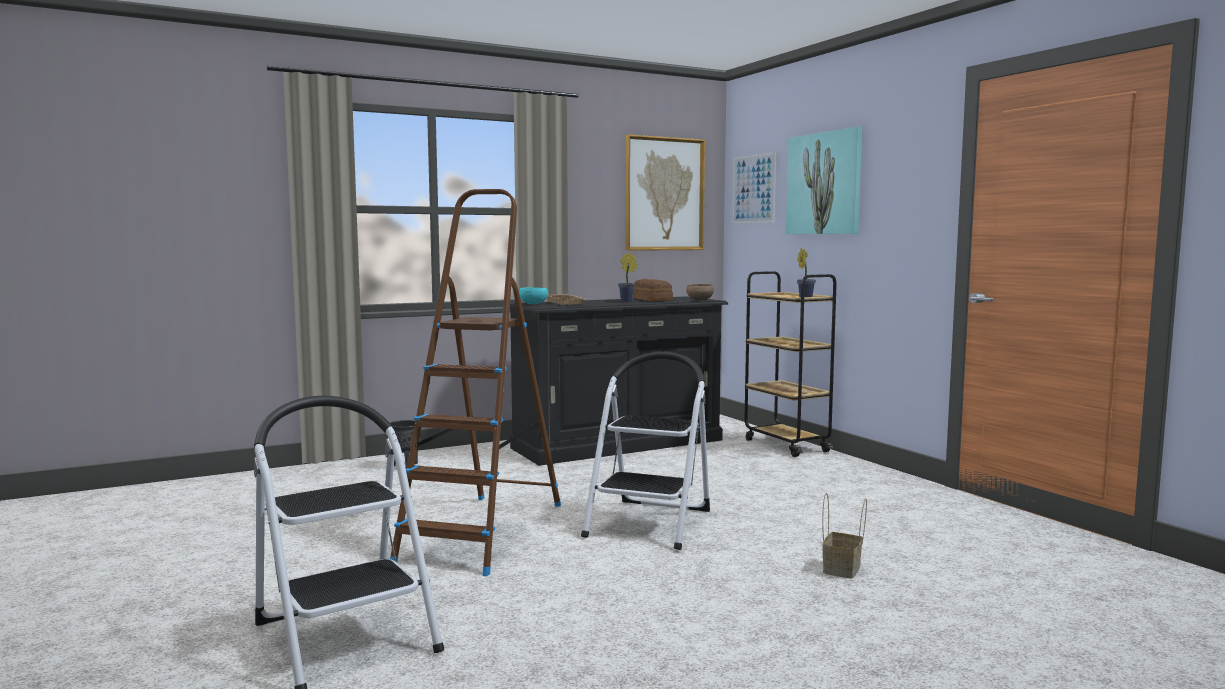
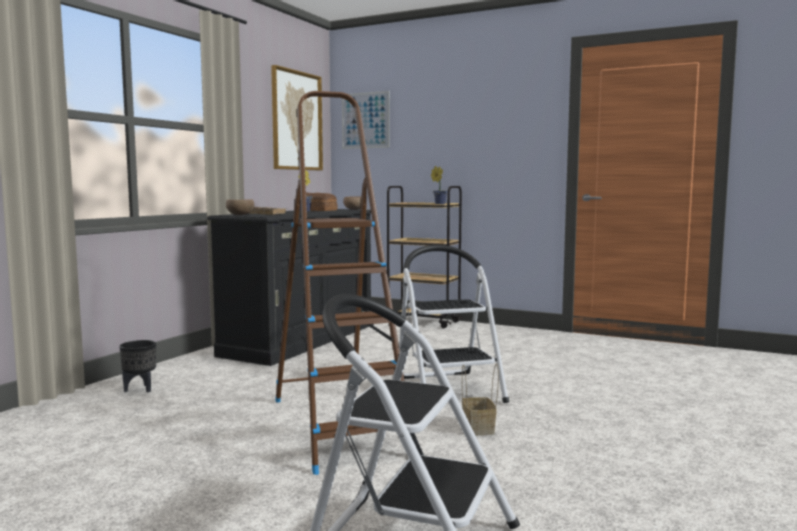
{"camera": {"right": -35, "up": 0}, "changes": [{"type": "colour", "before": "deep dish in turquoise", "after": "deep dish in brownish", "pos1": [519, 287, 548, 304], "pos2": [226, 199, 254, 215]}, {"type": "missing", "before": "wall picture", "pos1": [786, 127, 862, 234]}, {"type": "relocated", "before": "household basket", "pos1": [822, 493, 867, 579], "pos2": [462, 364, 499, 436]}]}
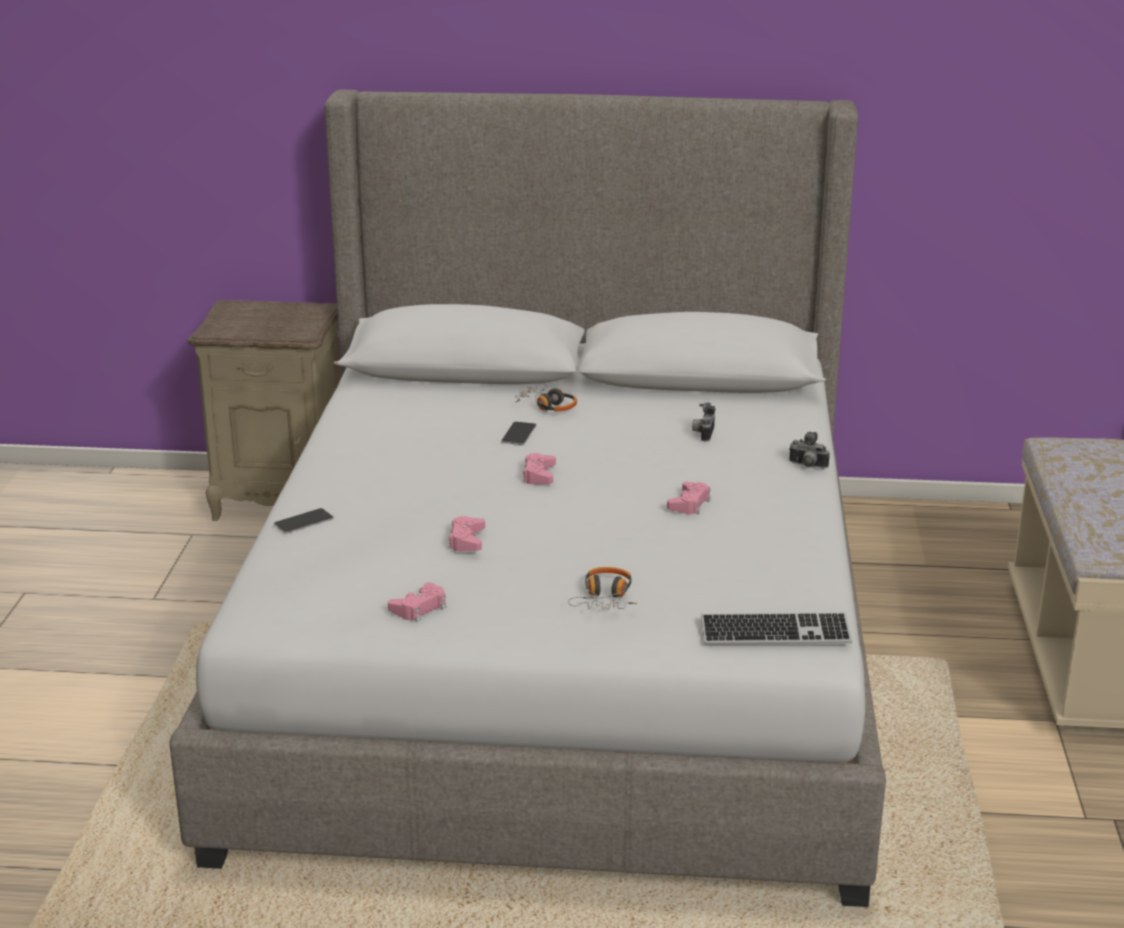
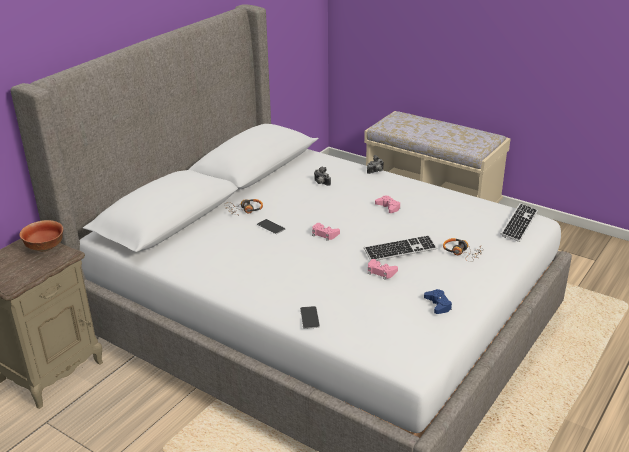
{"camera": {"right": -60, "up": 5}, "changes": [{"type": "colour", "before": "gamepad in pink-coloured", "after": "gamepad in bluish", "pos1": [388, 582, 446, 622], "pos2": [424, 289, 452, 314]}, {"type": "appeared", "after": "deep dish", "pos2": [19, 220, 63, 252]}, {"type": "appeared", "after": "PC keyboard", "pos2": [364, 235, 437, 261]}]}
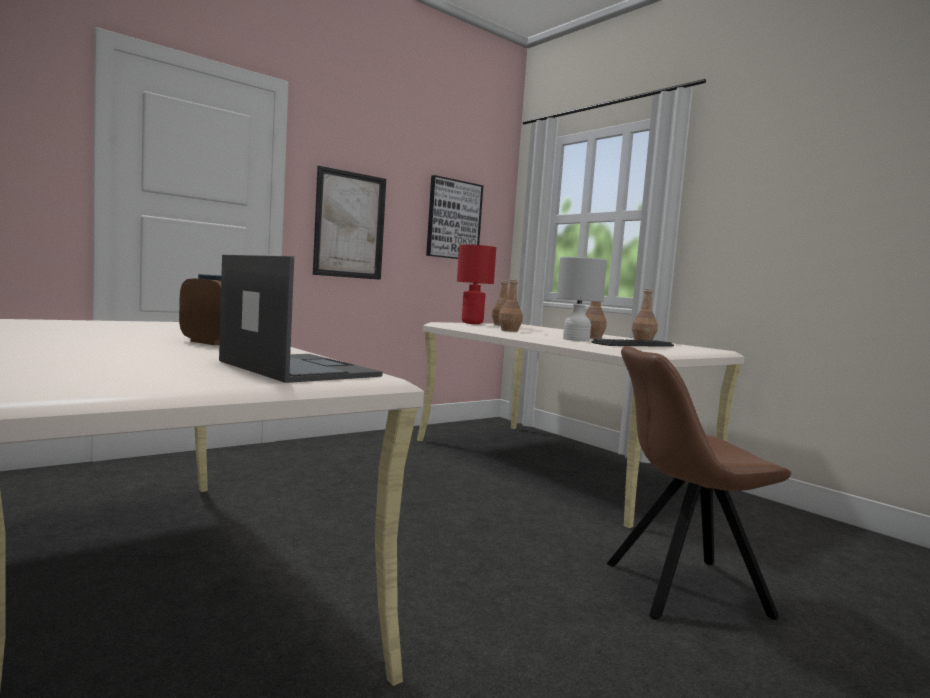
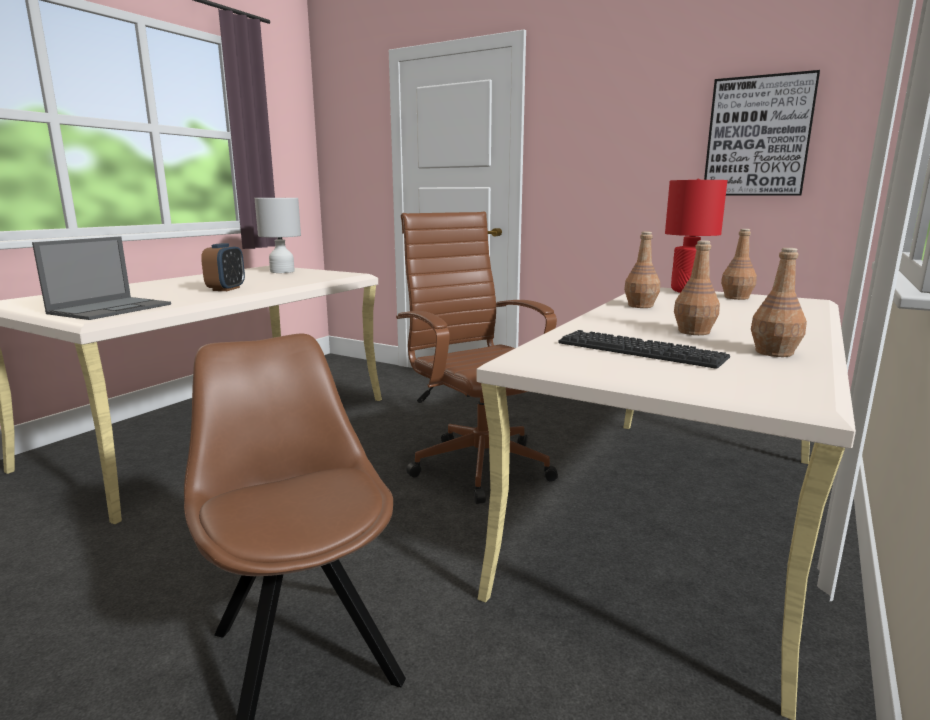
{"camera": {"right": 70, "up": 10}, "changes": [{"type": "missing", "before": "wall picture", "pos1": [313, 166, 386, 280]}, {"type": "relocated", "before": "table lamp in grey", "pos1": [557, 257, 607, 341], "pos2": [255, 198, 301, 273]}, {"type": "appeared", "after": "desk chair in brownish", "pos2": [396, 212, 558, 504]}]}
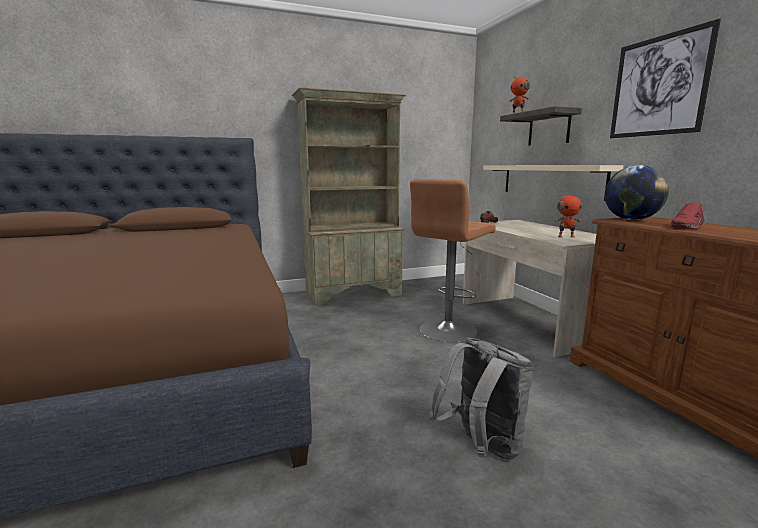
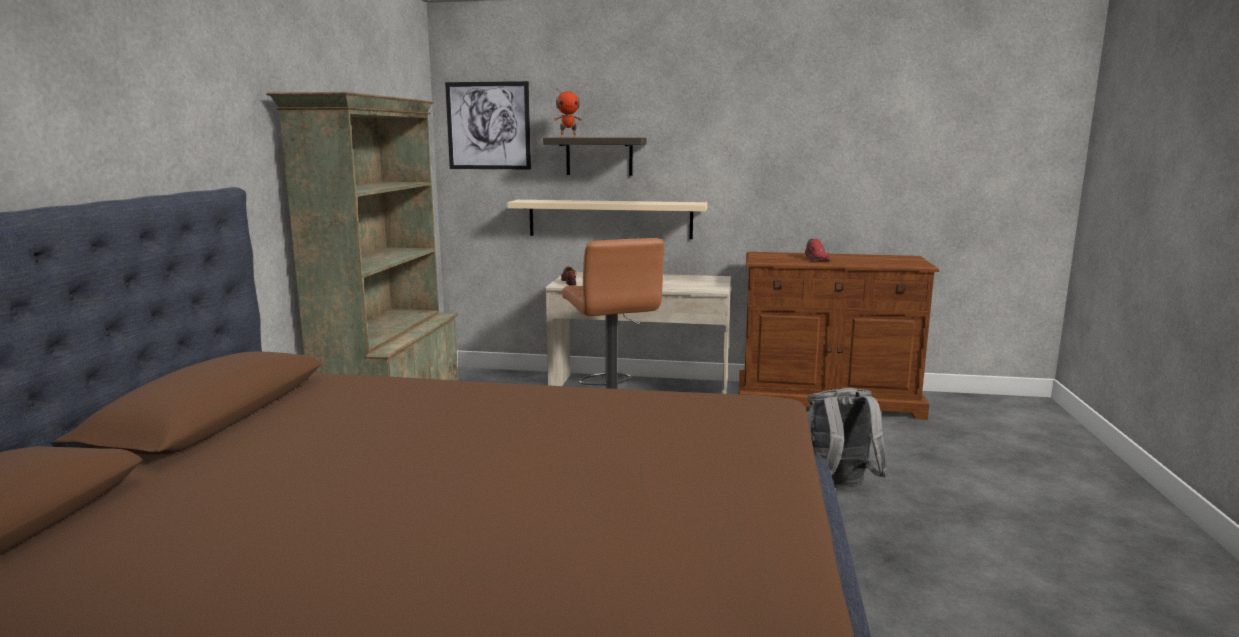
{"camera": {"right": -60, "up": 0}, "changes": [{"type": "missing", "before": "model robot", "pos1": [554, 193, 582, 238]}, {"type": "missing", "before": "globe", "pos1": [605, 165, 669, 220]}, {"type": "relocated", "before": "wall picture", "pos1": [610, 19, 721, 138], "pos2": [445, 81, 531, 170]}]}
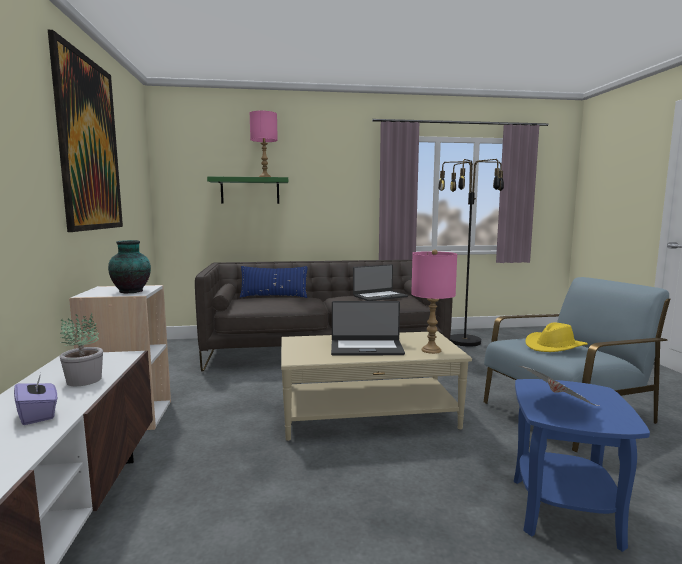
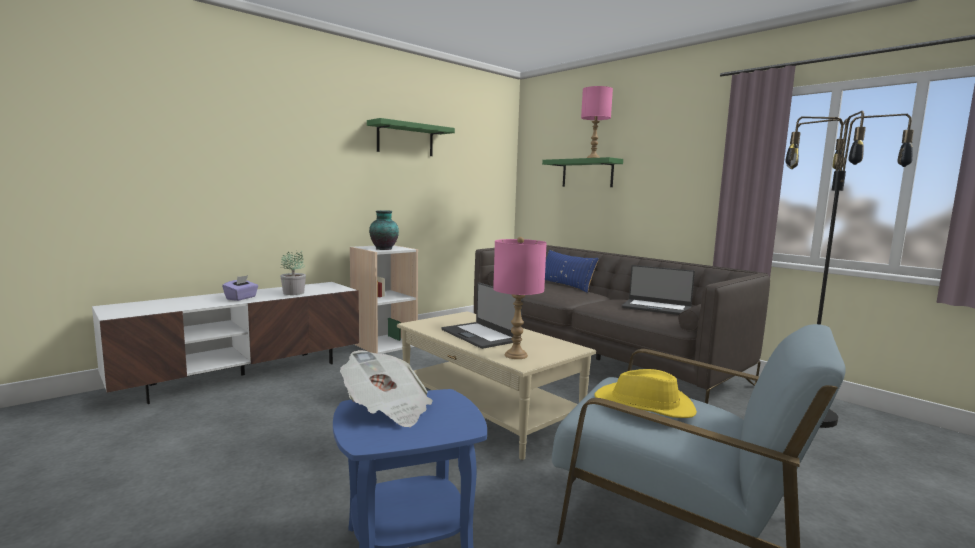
{"camera": {"right": 55, "up": 0}, "changes": [{"type": "exchanged", "before": "wall picture", "after": "shelf in green", "pos1": [48, 30, 123, 232], "pos2": [367, 118, 455, 156]}]}
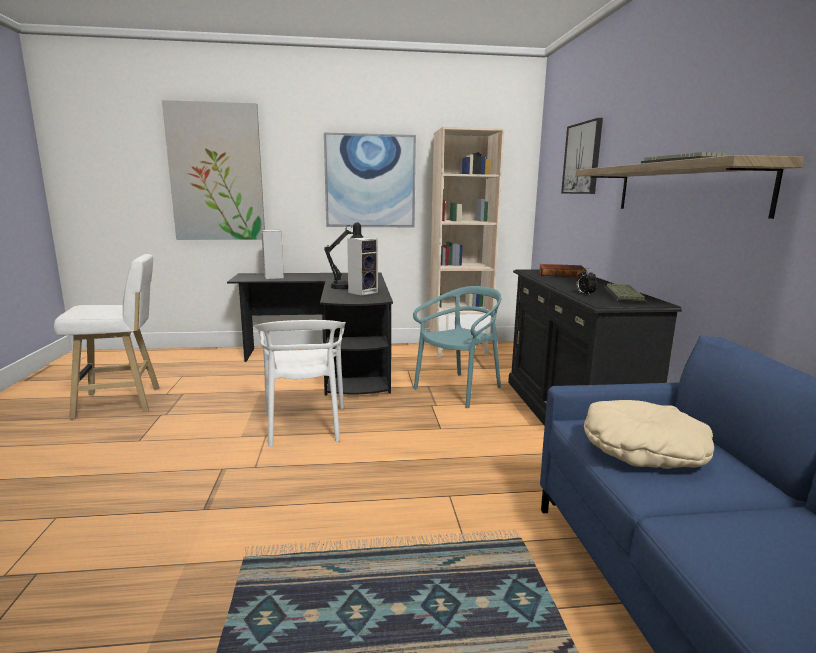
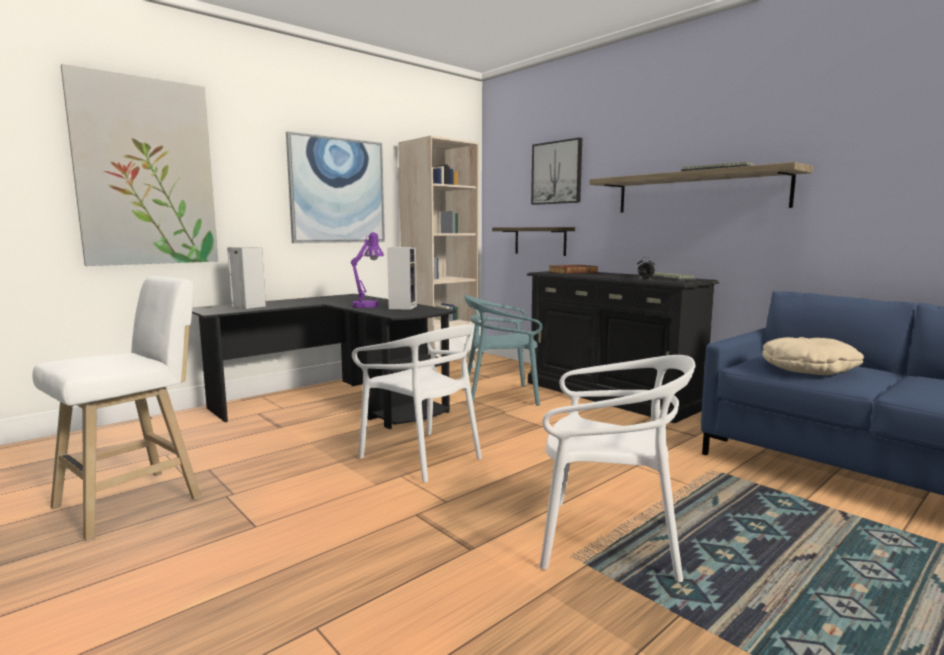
{"camera": {"right": -35, "up": -5}, "changes": [{"type": "colour", "before": "table lamp in blackish", "after": "table lamp in purplish", "pos1": [324, 222, 364, 289], "pos2": [350, 232, 384, 308]}, {"type": "spun", "before": "upright chair in turquoise", "pos1": [413, 286, 501, 408], "pos2": [463, 295, 542, 406], "turn": -105}, {"type": "appeared", "after": "shelf", "pos2": [492, 227, 575, 256]}, {"type": "appeared", "after": "upright chair in white-coloured", "pos2": [539, 355, 695, 582]}]}
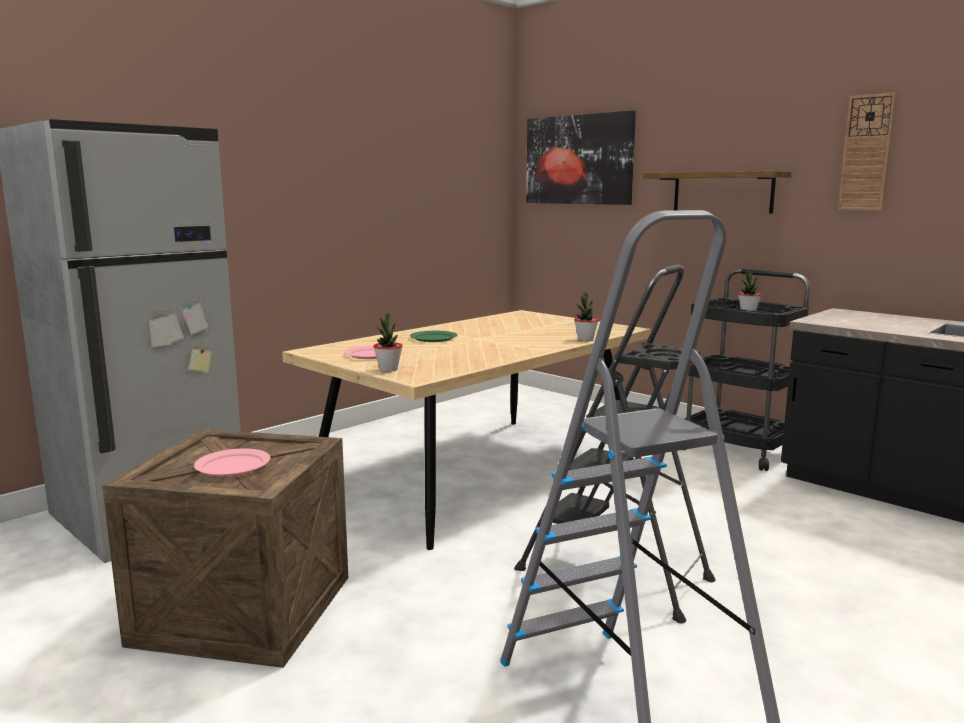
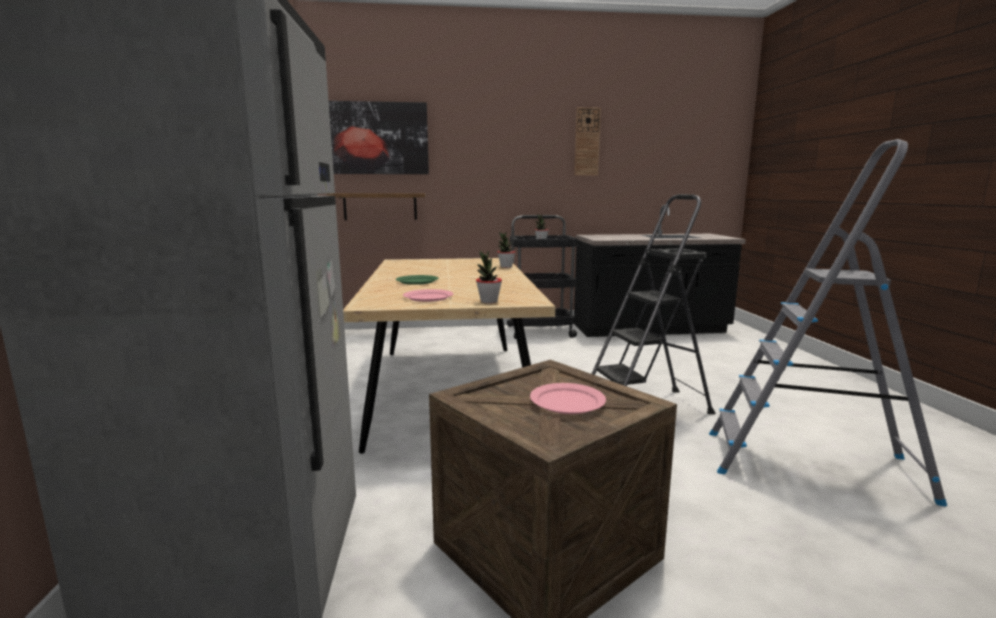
{"camera": {"right": -50, "up": 0}, "changes": [{"type": "relocated", "before": "shelf", "pos1": [643, 171, 792, 213], "pos2": [327, 193, 426, 220]}]}
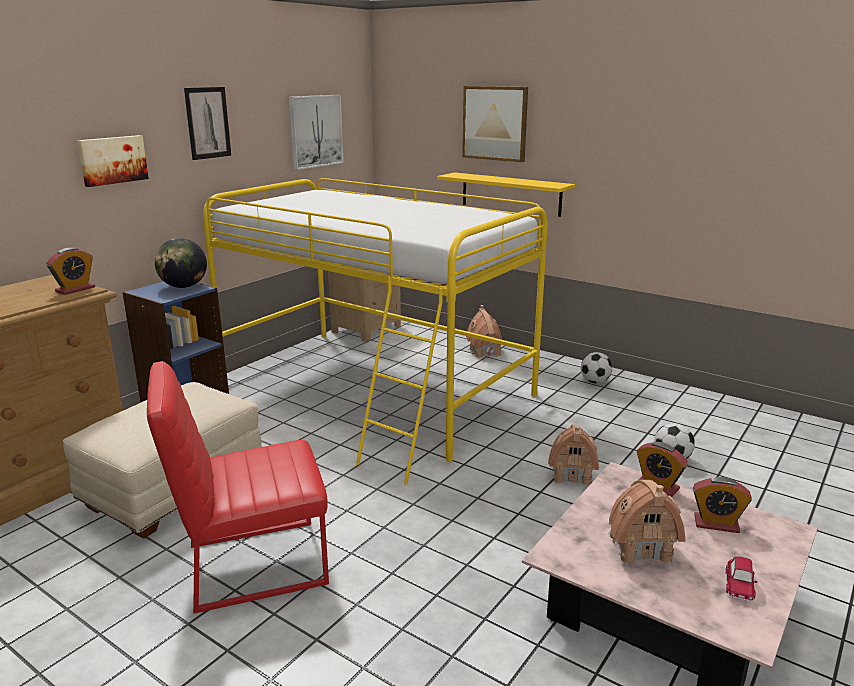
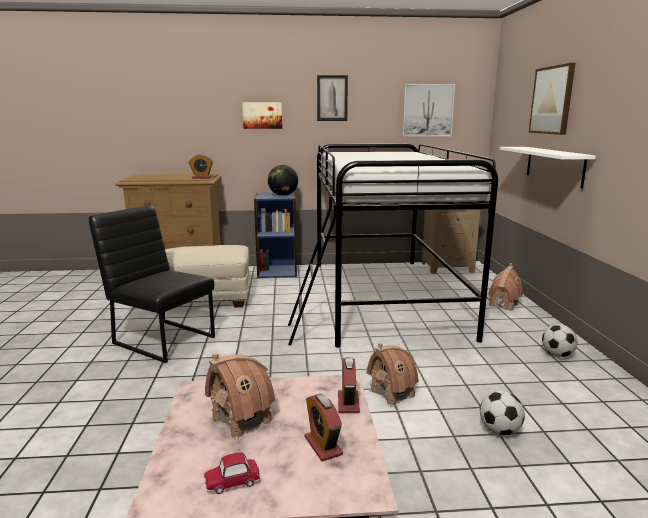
{"camera": {"right": 50, "up": -5}, "changes": [{"type": "colour", "before": "upright chair in red", "after": "upright chair in blackish", "pos1": [147, 361, 329, 614], "pos2": [89, 205, 215, 363]}, {"type": "colour", "before": "bed in yellowish", "after": "bed in blackish", "pos1": [203, 178, 548, 485], "pos2": [288, 144, 498, 348]}, {"type": "colour", "before": "shelf in yellowish", "after": "shelf in white-coloured", "pos1": [437, 172, 575, 217], "pos2": [500, 147, 596, 188]}]}
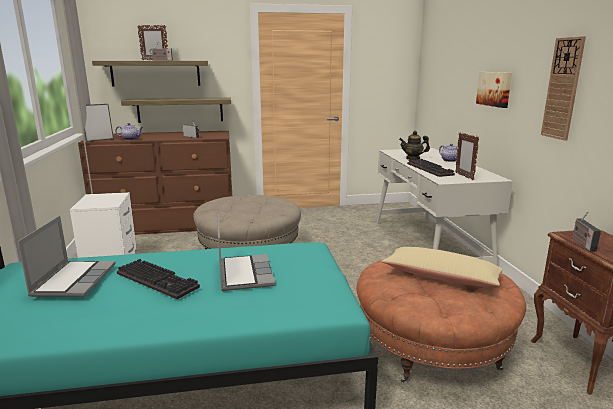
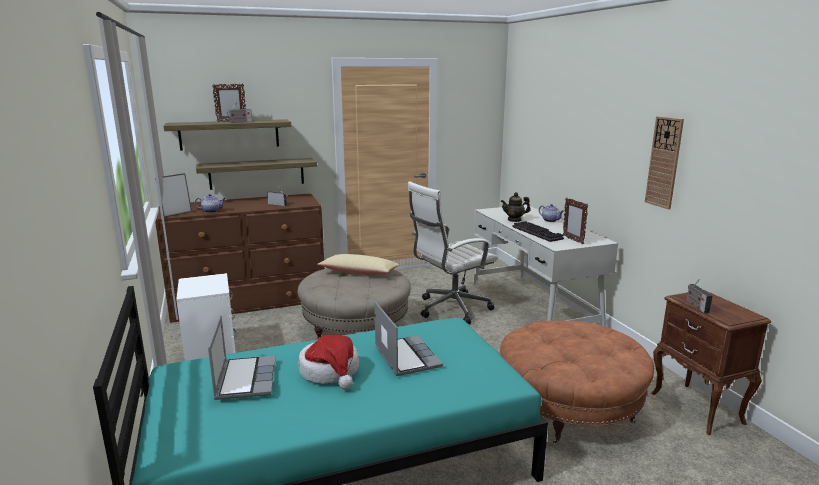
{"camera": {"right": -10, "up": 0}, "changes": [{"type": "exchanged", "before": "PC keyboard", "after": "clothing hat", "pos1": [117, 259, 200, 299], "pos2": [298, 335, 359, 390]}, {"type": "relocated", "before": "cushion in sand-coloured", "pos1": [381, 247, 503, 287], "pos2": [317, 254, 400, 275]}, {"type": "missing", "before": "wall picture", "pos1": [476, 72, 512, 108]}, {"type": "appeared", "after": "desk chair in white-coloured", "pos2": [408, 181, 498, 324]}]}
